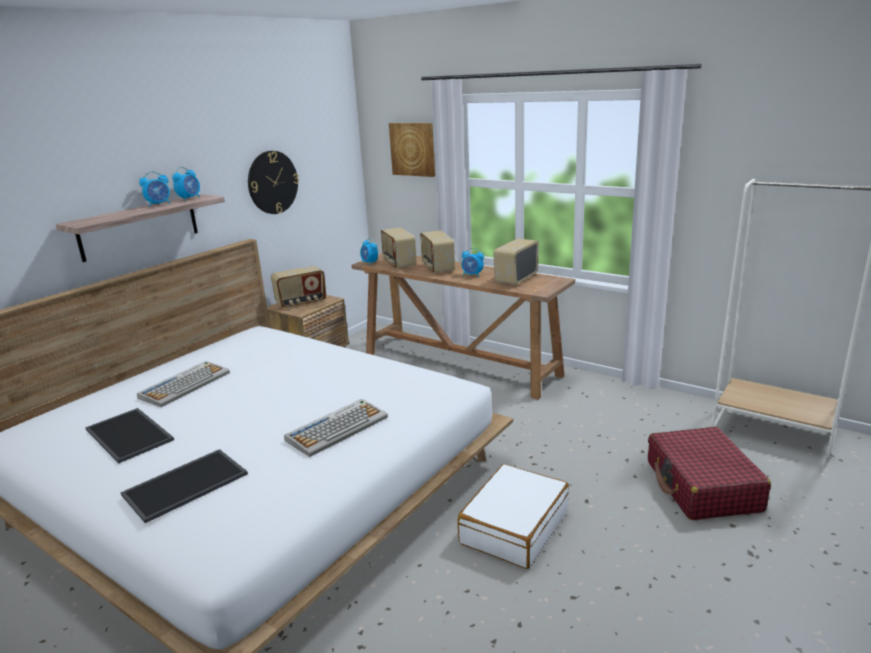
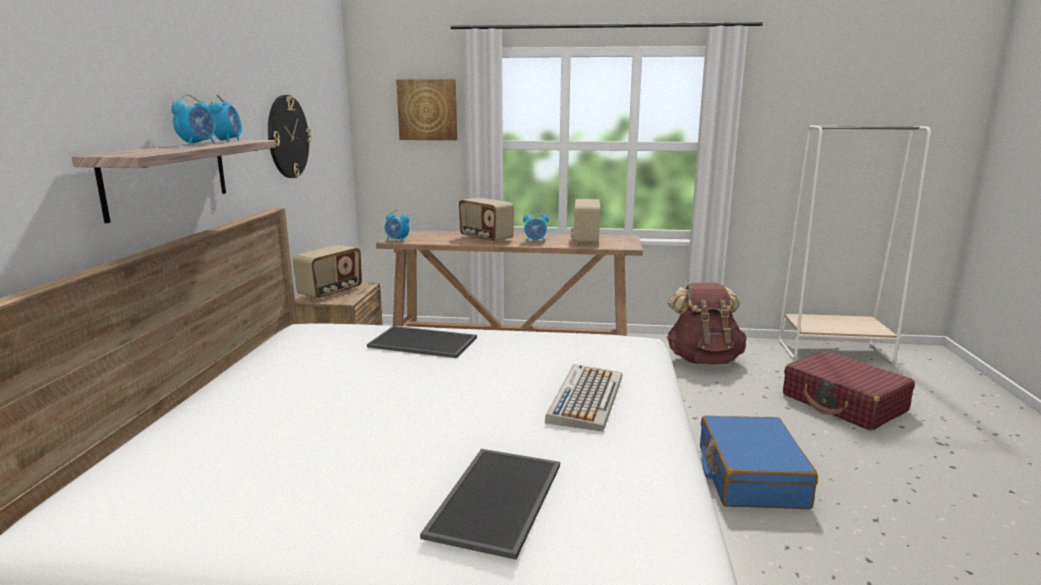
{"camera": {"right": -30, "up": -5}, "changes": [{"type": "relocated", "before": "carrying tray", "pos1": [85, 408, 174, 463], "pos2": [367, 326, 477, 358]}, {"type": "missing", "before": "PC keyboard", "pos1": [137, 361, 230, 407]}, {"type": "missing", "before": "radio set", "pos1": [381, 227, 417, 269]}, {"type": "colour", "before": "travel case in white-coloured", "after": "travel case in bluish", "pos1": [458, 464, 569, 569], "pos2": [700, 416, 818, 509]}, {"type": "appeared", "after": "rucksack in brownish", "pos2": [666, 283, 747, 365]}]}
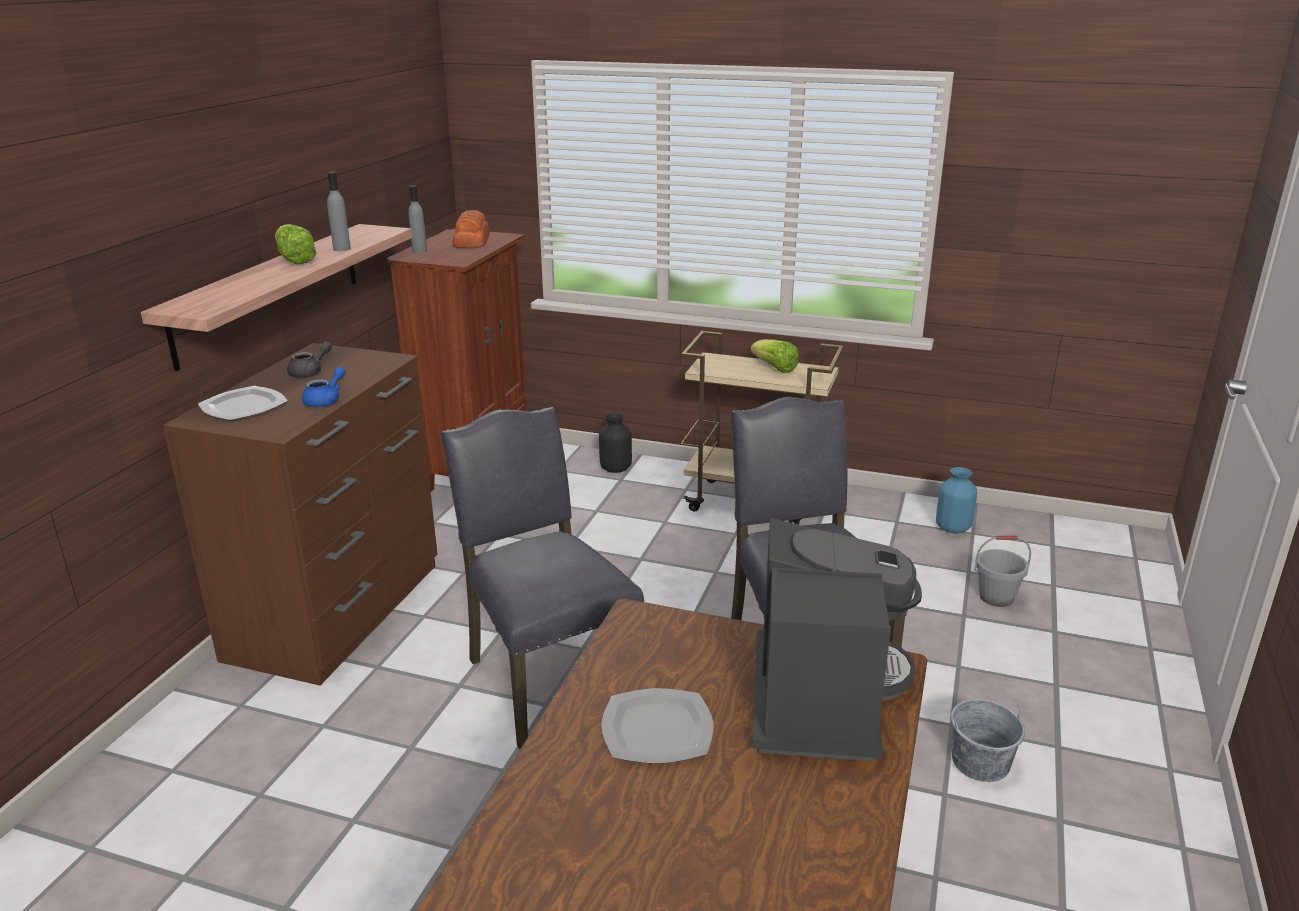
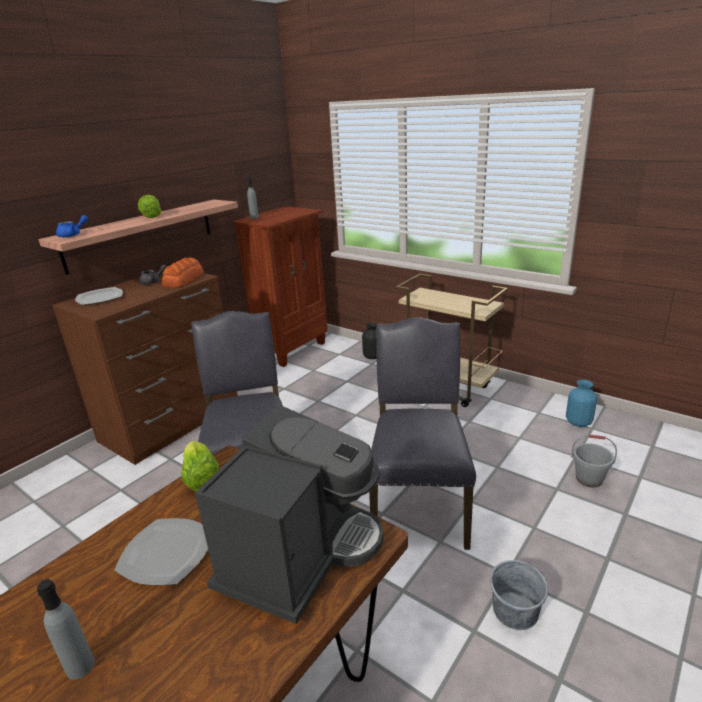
{"camera": {"right": 20, "up": 0}, "changes": [{"type": "relocated", "before": "pot for tea in bluish", "pos1": [302, 367, 346, 407], "pos2": [56, 215, 88, 237]}, {"type": "relocated", "before": "bottle in grey", "pos1": [327, 172, 351, 251], "pos2": [37, 579, 95, 680]}, {"type": "relocated", "before": "baked bread", "pos1": [452, 210, 490, 248], "pos2": [162, 257, 204, 288]}, {"type": "relocated", "before": "lettuce head", "pos1": [751, 339, 799, 373], "pos2": [182, 441, 219, 492]}]}
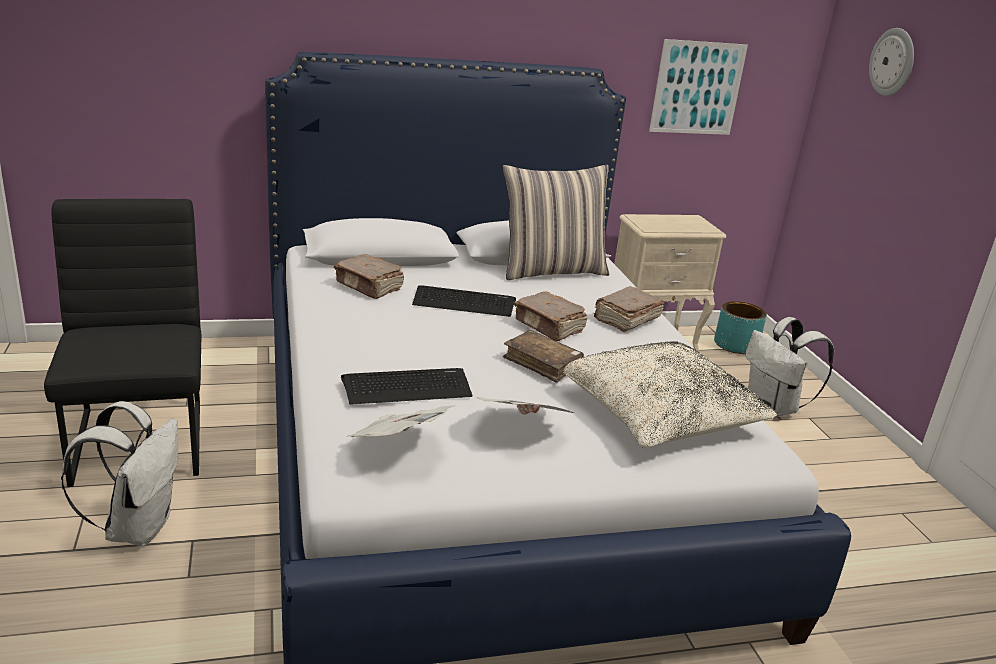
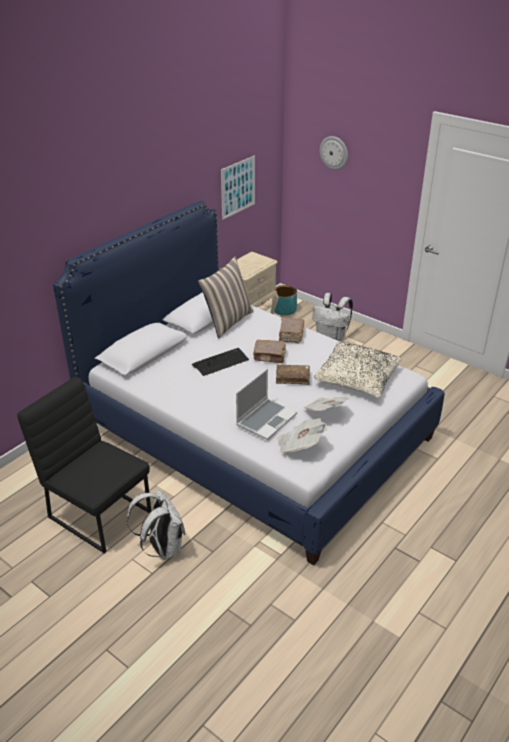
{"camera": {"right": -35, "up": 10}, "changes": [{"type": "missing", "before": "book in brownish", "pos1": [334, 254, 404, 299]}, {"type": "exchanged", "before": "PC keyboard", "after": "portable computer", "pos1": [341, 368, 473, 405], "pos2": [236, 369, 297, 440]}]}
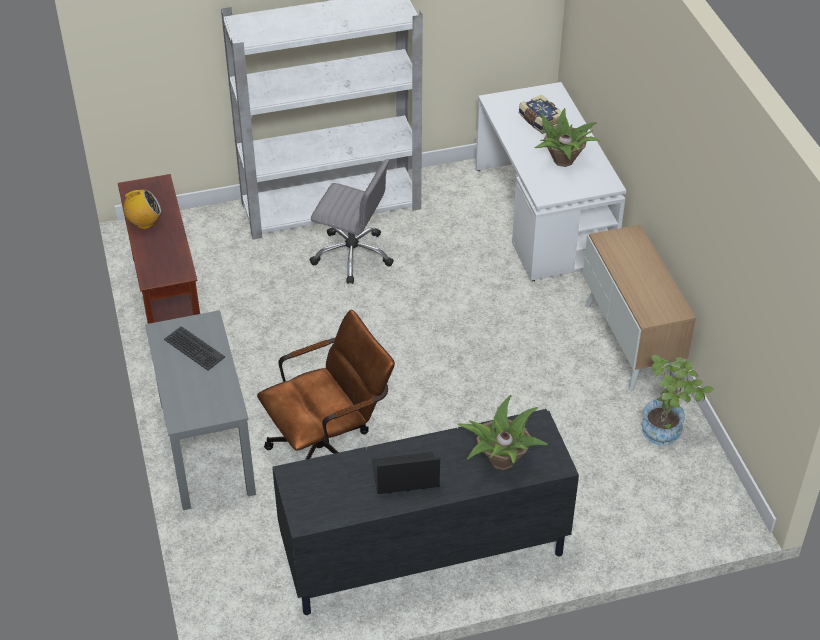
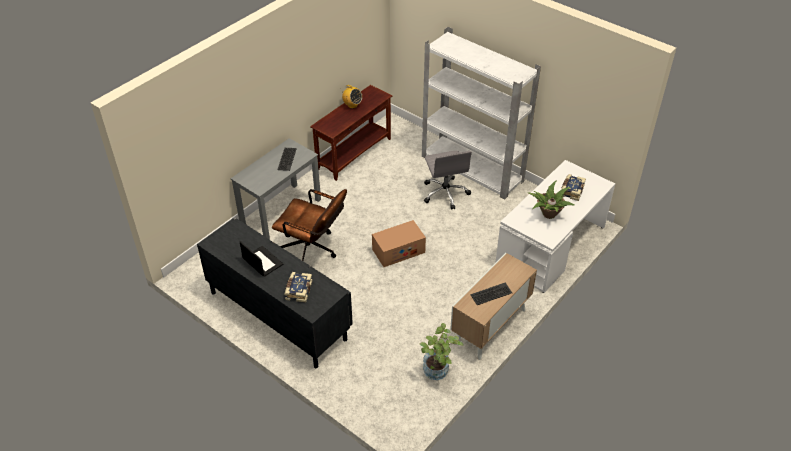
{"camera": {"right": 55, "up": 0}, "changes": [{"type": "exchanged", "before": "houseplant", "after": "book", "pos1": [457, 395, 548, 470], "pos2": [284, 272, 313, 302]}, {"type": "appeared", "after": "packing box", "pos2": [372, 220, 426, 267]}, {"type": "appeared", "after": "PC keyboard", "pos2": [470, 283, 512, 305]}]}
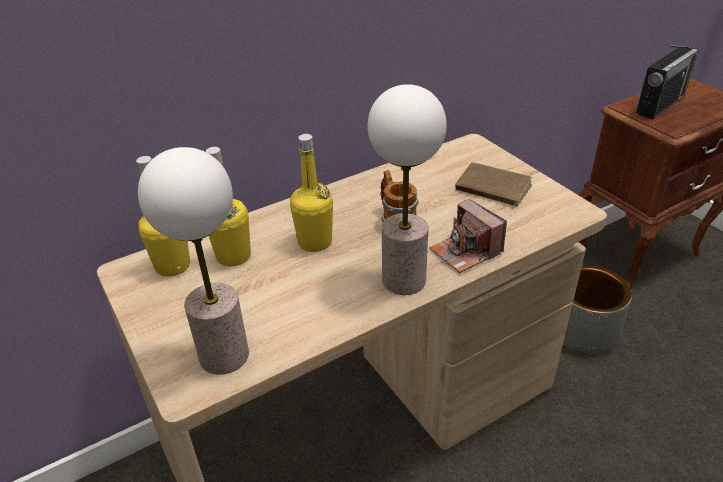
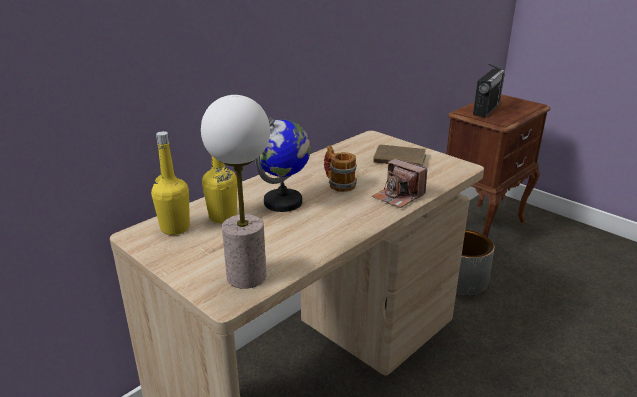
{"camera": {"right": -15, "up": -10}, "changes": [{"type": "exchanged", "before": "bottle in yellowish", "after": "globe", "pos1": [290, 134, 333, 252], "pos2": [255, 117, 311, 212]}, {"type": "missing", "before": "table lamp", "pos1": [367, 84, 447, 295]}]}
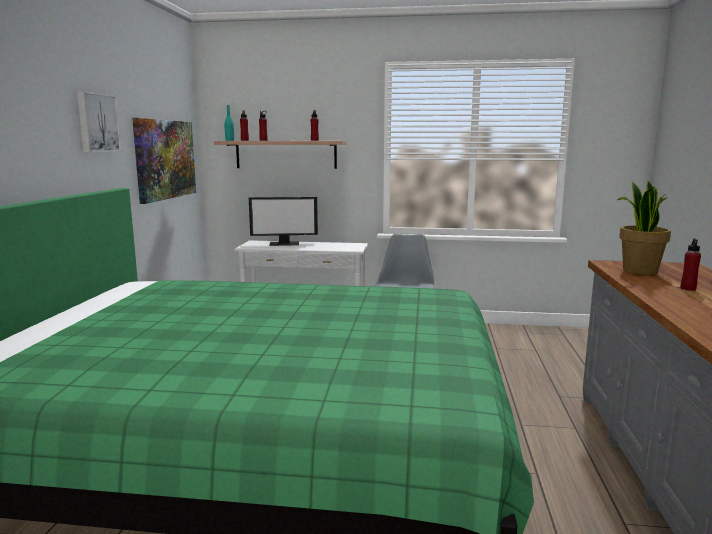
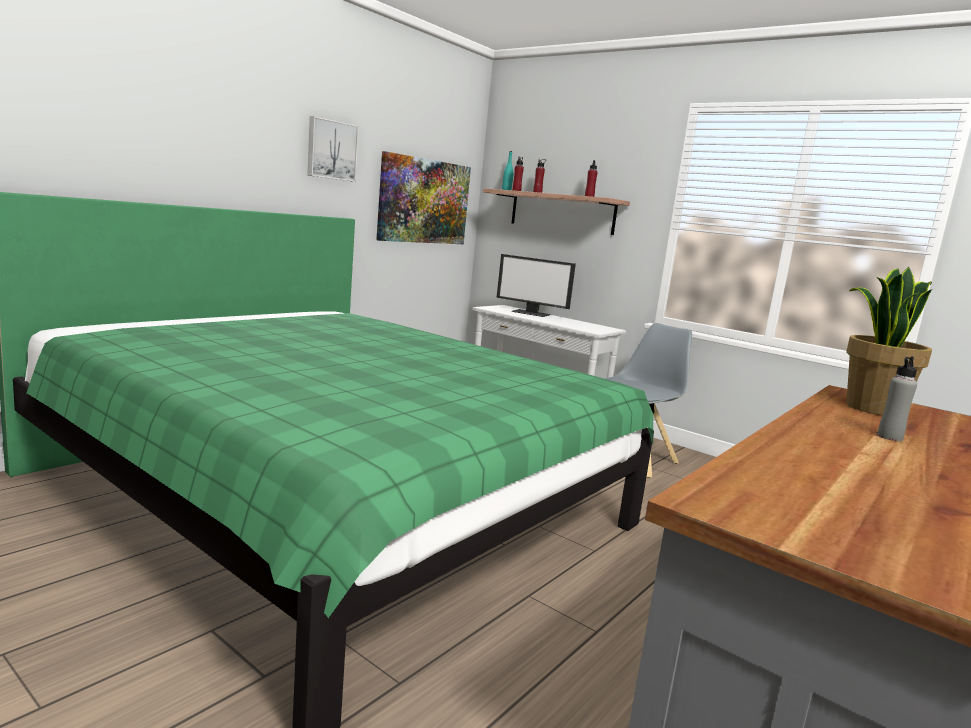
{"camera": {"right": 30, "up": 0}, "changes": [{"type": "colour", "before": "bottle in red", "after": "bottle in grey", "pos1": [681, 238, 701, 291], "pos2": [877, 356, 917, 441]}]}
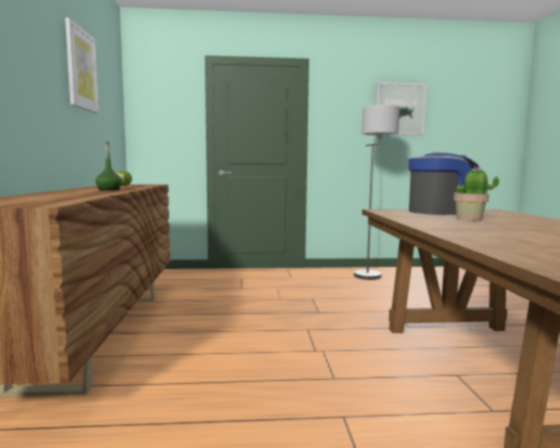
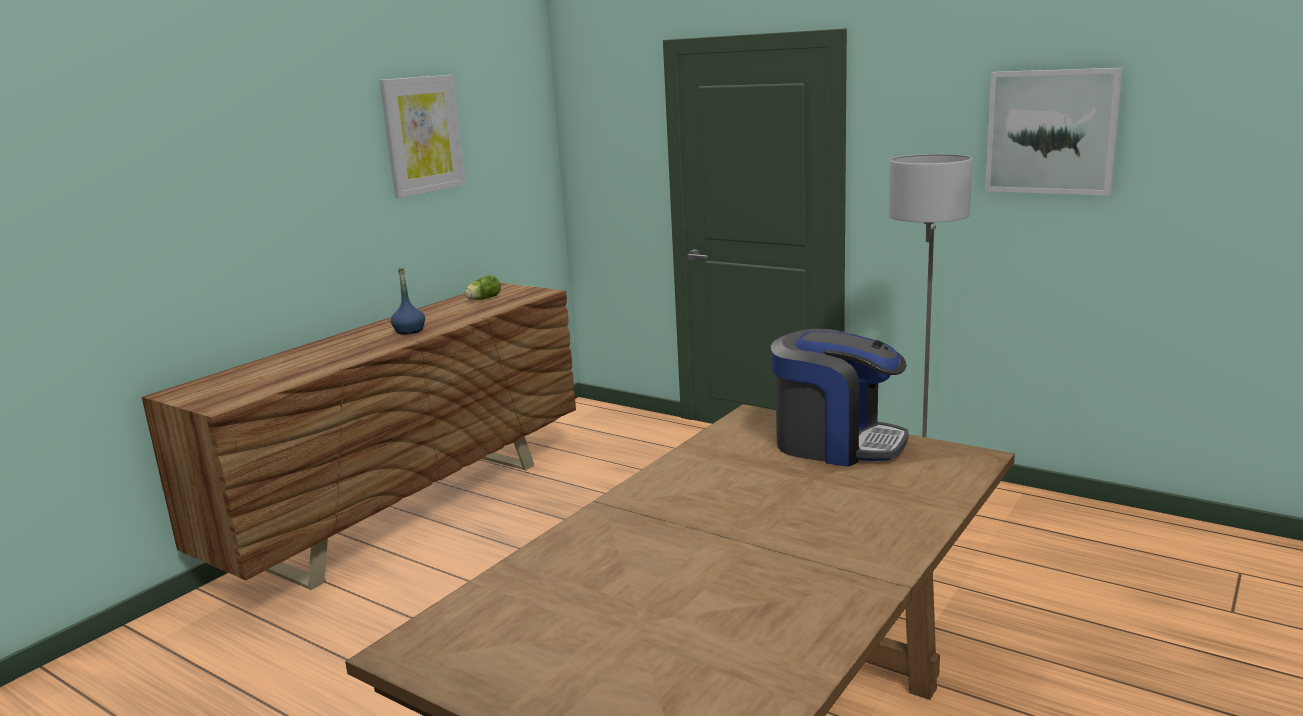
{"camera": {"right": 40, "up": 10}, "changes": [{"type": "colour", "before": "bottle in green", "after": "bottle in bluish", "pos1": [95, 141, 122, 191], "pos2": [391, 268, 425, 335]}, {"type": "missing", "before": "houseplant", "pos1": [453, 166, 499, 221]}]}
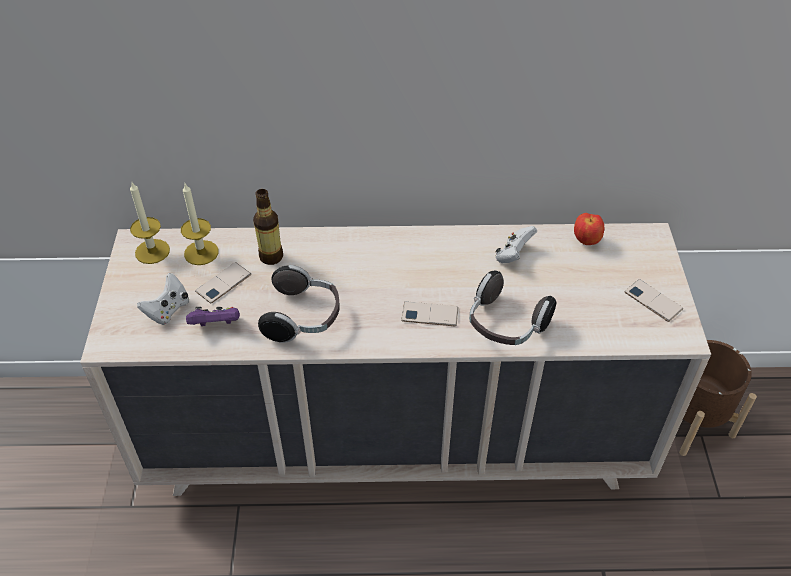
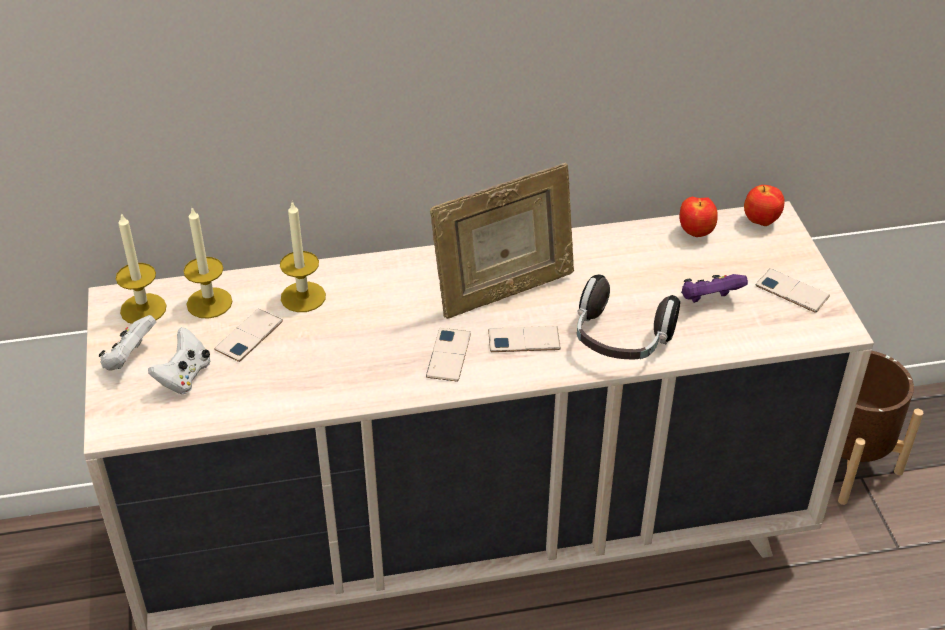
{"camera": {"right": -10, "up": -5}, "changes": [{"type": "relocated", "before": "gamepad in purplish", "pos1": [186, 307, 240, 326], "pos2": [681, 274, 748, 303]}, {"type": "exchanged", "before": "bottle", "after": "candle", "pos1": [253, 189, 283, 265], "pos2": [280, 202, 326, 312]}, {"type": "missing", "before": "pair of headphones", "pos1": [258, 265, 340, 343]}, {"type": "relocated", "before": "gamepad in white-coloured", "pos1": [495, 226, 537, 263], "pos2": [99, 315, 156, 371]}, {"type": "appeared", "after": "phone", "pos2": [426, 328, 471, 382]}, {"type": "appeared", "after": "photo frame", "pos2": [430, 163, 574, 319]}, {"type": "appeared", "after": "whole apple", "pos2": [744, 185, 785, 226]}]}
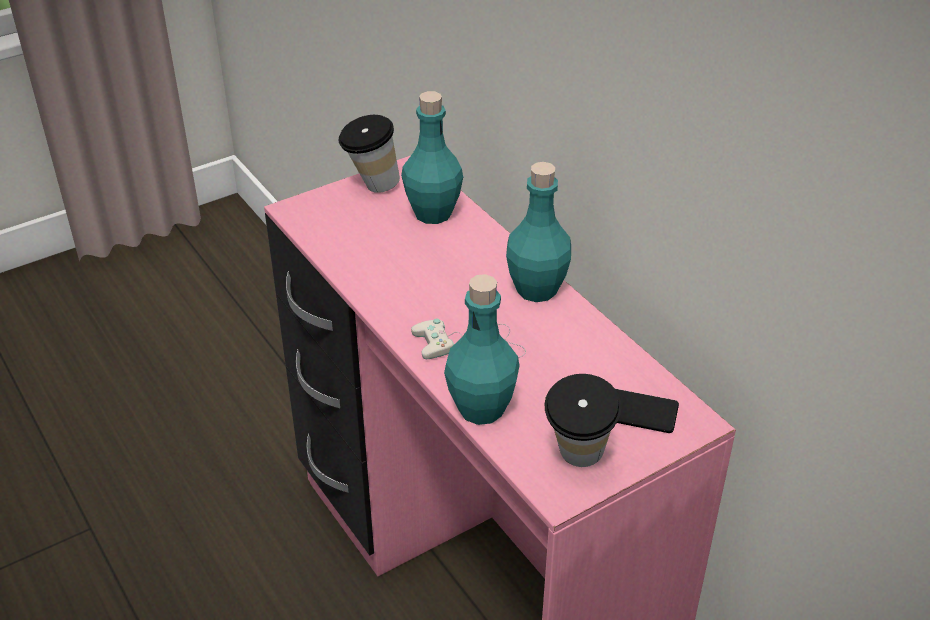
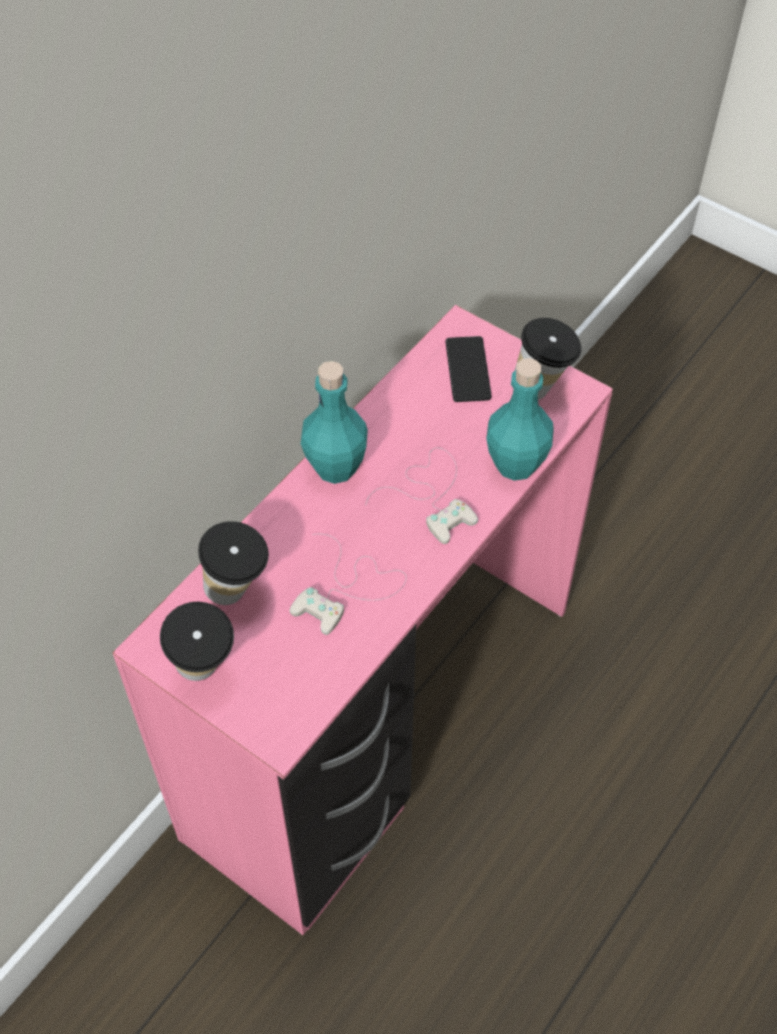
{"camera": {"right": -110, "up": 15}, "changes": [{"type": "exchanged", "before": "bottle in turquoise", "after": "small cup", "pos1": [401, 91, 463, 224], "pos2": [198, 521, 269, 605]}, {"type": "appeared", "after": "gamepad in white-coloured", "pos2": [289, 534, 407, 635]}]}
